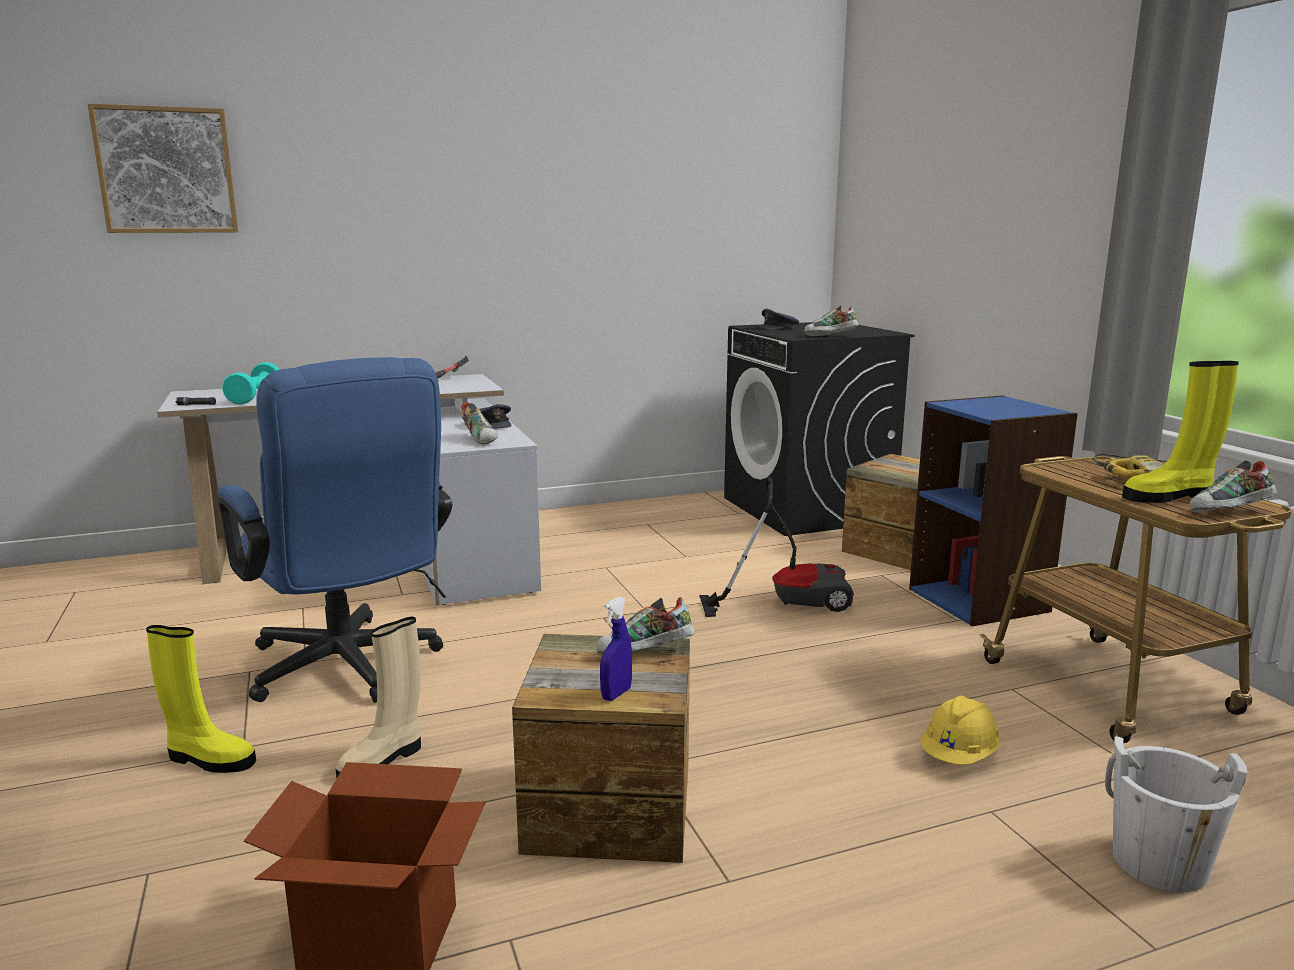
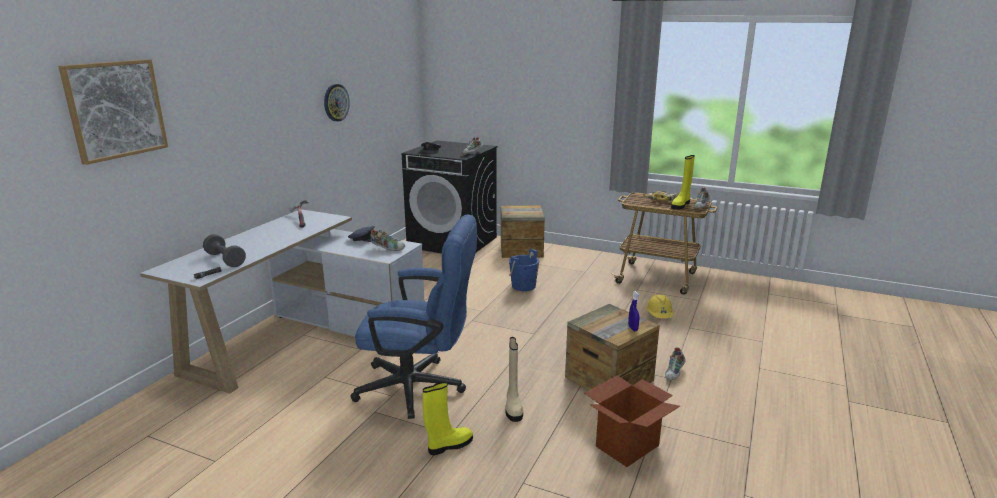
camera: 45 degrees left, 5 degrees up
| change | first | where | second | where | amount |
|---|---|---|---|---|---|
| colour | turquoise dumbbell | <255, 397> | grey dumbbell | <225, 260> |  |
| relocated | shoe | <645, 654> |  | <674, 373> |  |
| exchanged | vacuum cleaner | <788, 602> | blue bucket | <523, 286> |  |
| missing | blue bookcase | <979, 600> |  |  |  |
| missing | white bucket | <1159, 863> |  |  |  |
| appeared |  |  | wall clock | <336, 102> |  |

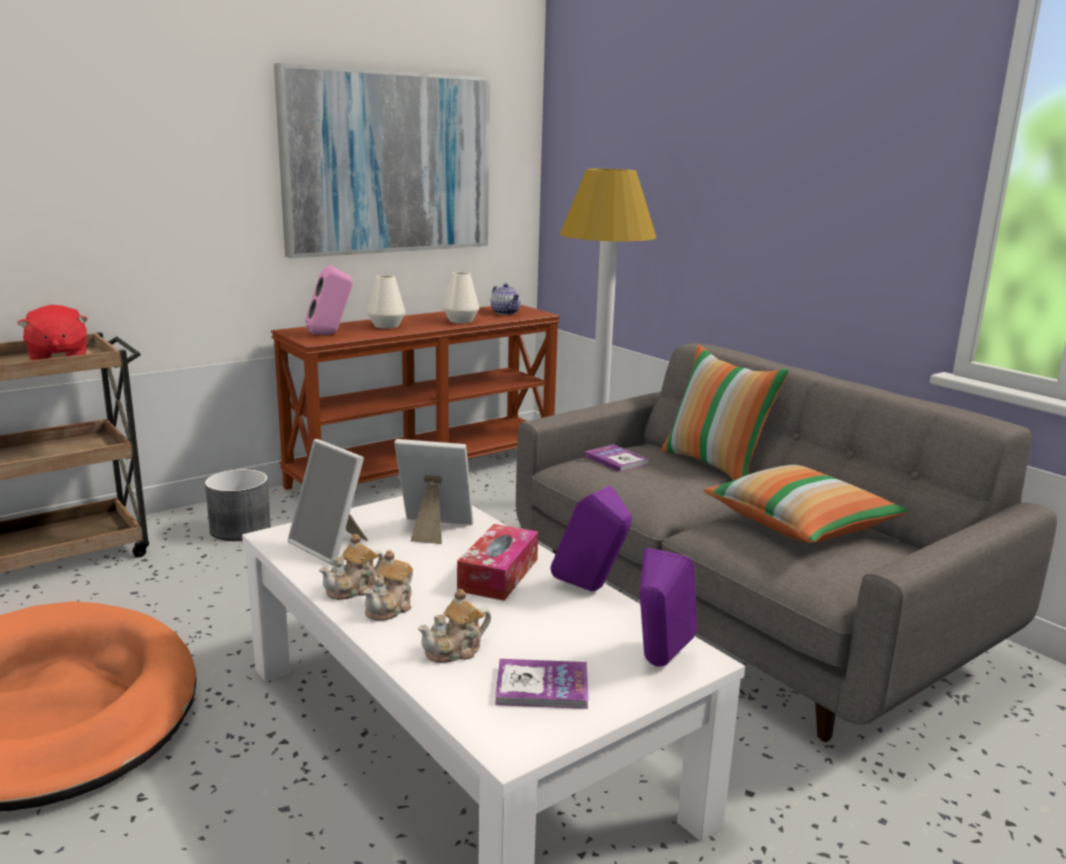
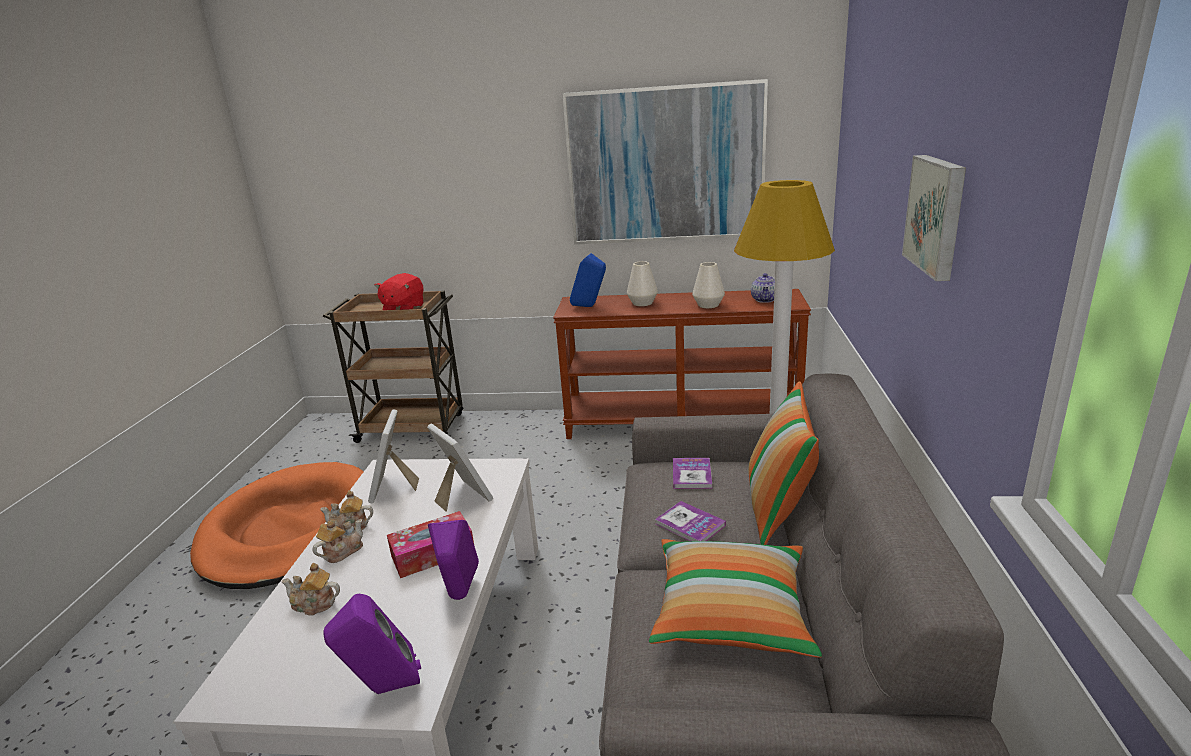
camera: 45 degrees right, 5 degrees up
| change | first | where | second | where | amount |
|---|---|---|---|---|---|
| missing | grey planter | <240, 529> |  |  |  |
| colour | pink speaker | <330, 334> | blue speaker | <590, 306> |  |
| spun | teapot | <390, 608> |  | <342, 551> | 150 degrees clockwise |
| relocated | book | <542, 686> |  | <690, 524> |  |
| appeared |  |  | picture | <937, 215> |  |

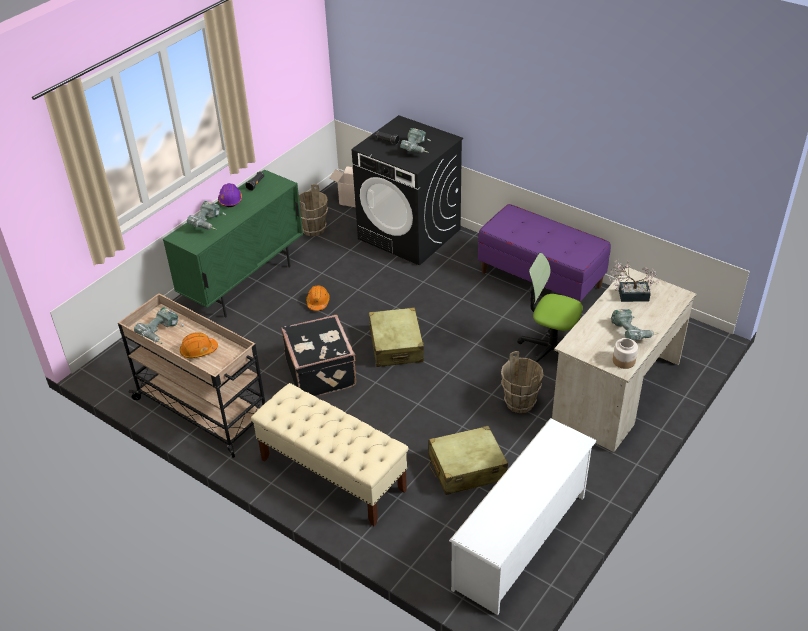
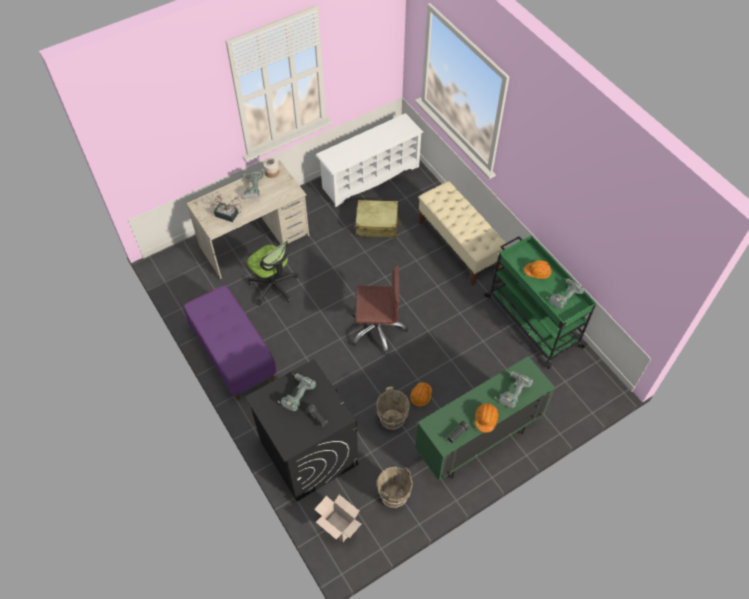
camera: 160 degrees left, 15 degrees up
| change | first | where | second | where | amount |
|---|---|---|---|---|---|
| colour | beige cart | <204, 410> | green cart | <532, 320> |  |
| colour | purple hard hat | <230, 200> | orange hard hat | <486, 419> |  |
| missing | black suitcase | <322, 372> |  |  |  |
| exchanged | beige suitcase | <396, 345> | brown office chair | <377, 329> |  |
| relocated | brown bucket | <519, 403> |  | <392, 420> |  |

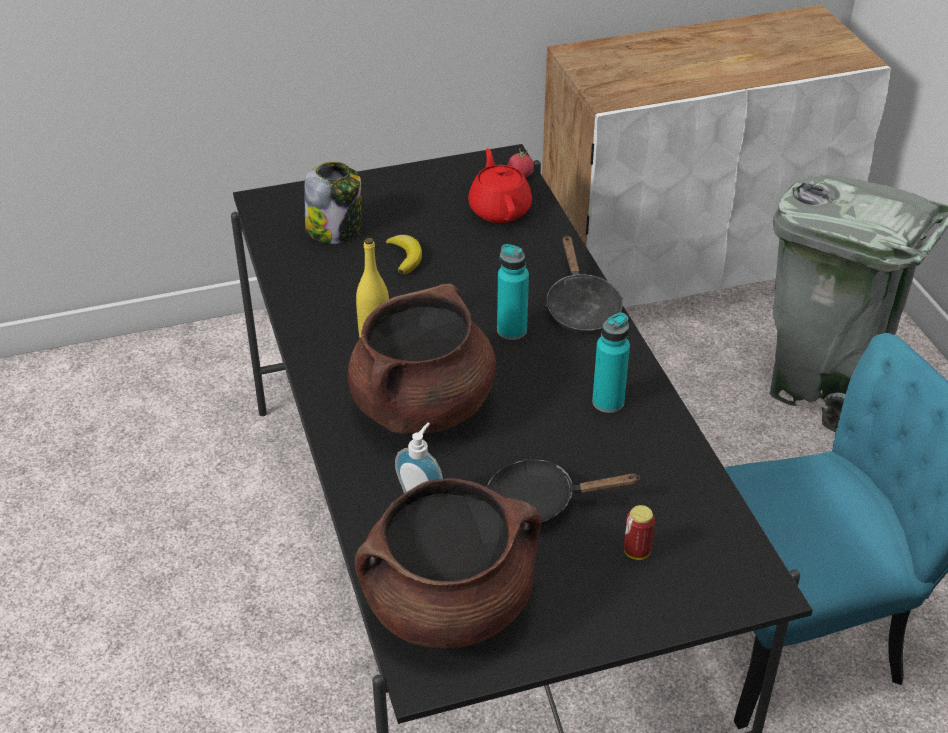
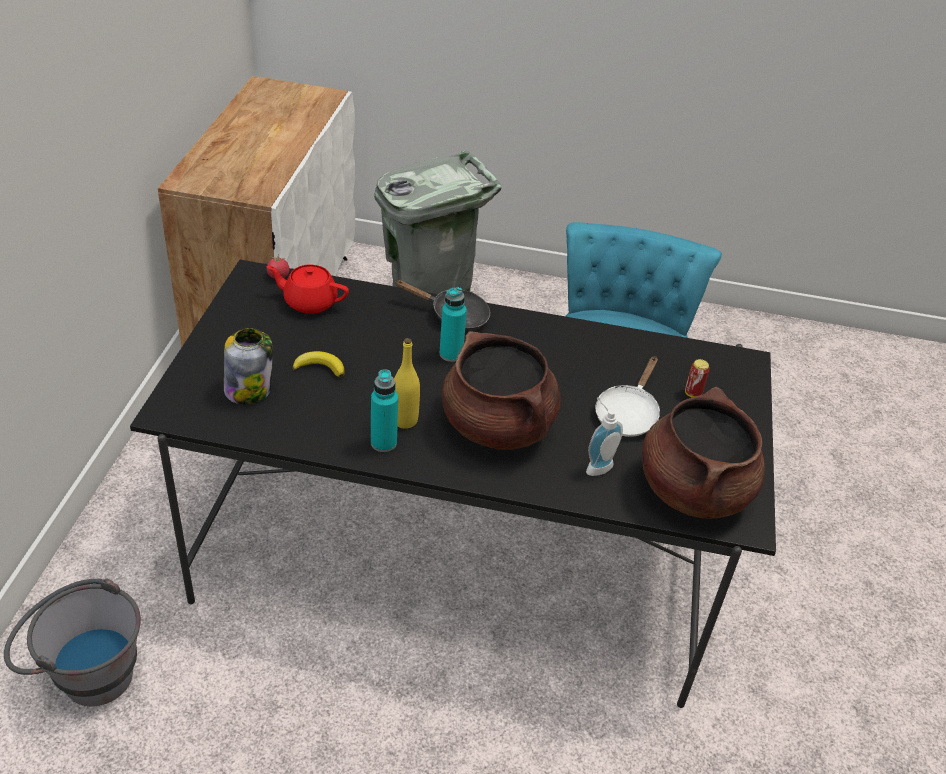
camera: 65 degrees left, 0 degrees up
| change | first | where | second | where | amount |
|---|---|---|---|---|---|
| colour | black frying pan | <539, 503> | white frying pan | <628, 414> |  |
| relocated | turquoise bottle | <608, 402> |  | <383, 443> |  |
| appeared |  |  | grey bucket | <85, 672> |  |

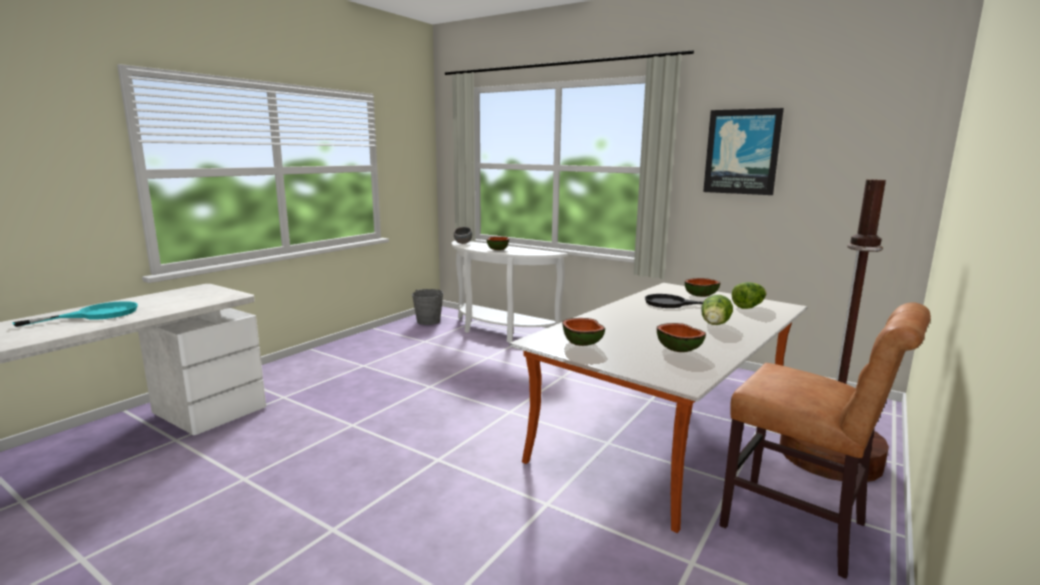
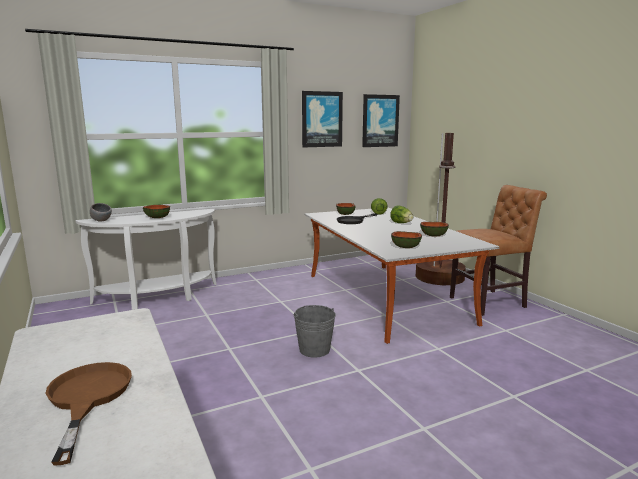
camera: 60 degrees left, 0 degrees up
| change | first | where | second | where | amount |
|---|---|---|---|---|---|
| colour | turquoise frying pan | <97, 314> | brown frying pan | <87, 398> |  |
| relocated | grey bucket | <428, 321> |  | <314, 350> |  |
| appeared |  |  | picture | <380, 121> |  |

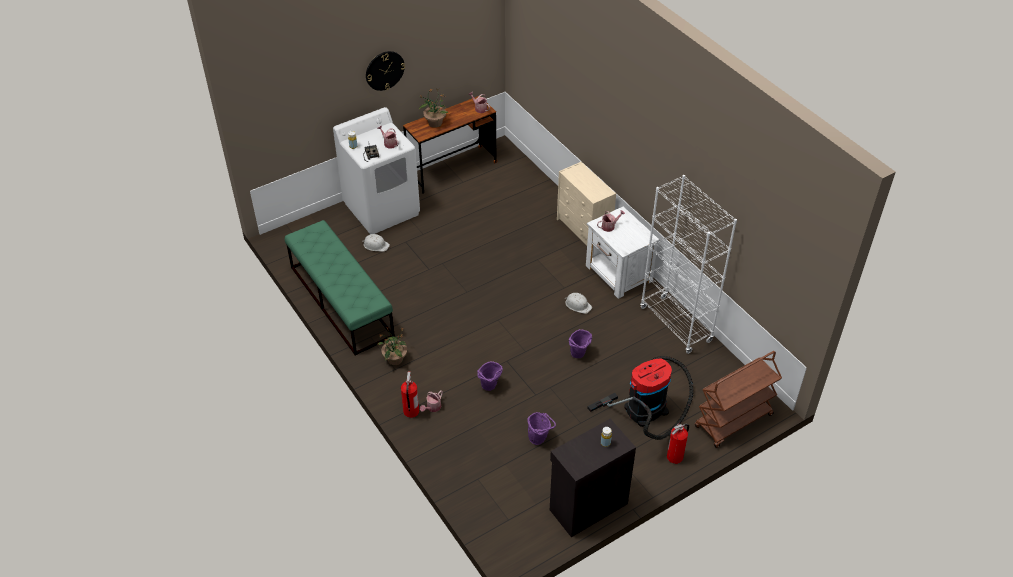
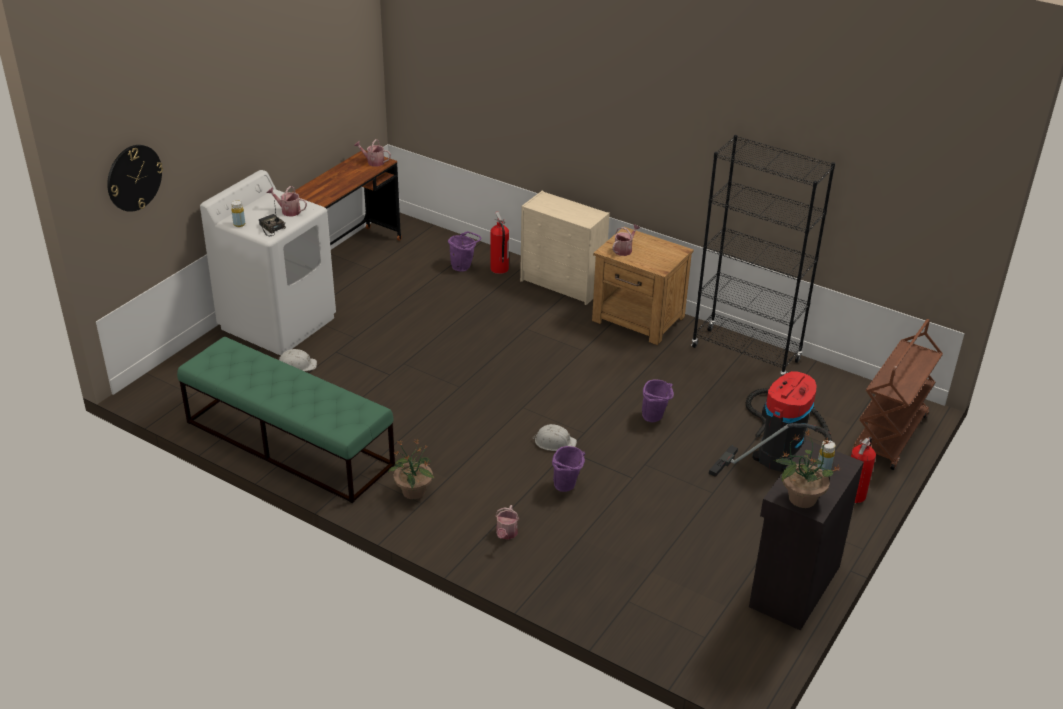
camera: 25 degrees left, 10 degrees down
| change | first | where | second | where | amount |
|---|---|---|---|---|---|
| relocated | wall clock | <384, 70> |  | <134, 177> |  |
| relocated | fire extinguisher | <411, 412> |  | <499, 269> |  |
| relocated | potted plant | <435, 123> |  | <801, 498> |  |
| relocated | purple bucket | <539, 439> |  | <464, 267> |  |
| relocated | white hard hat | <578, 305> |  | <554, 442> |  |
| colour | white nightstand | <618, 274> | brown nightstand | <639, 320> |  |
| colour | white bookcase | <676, 325> | black bookcase | <746, 354> |  |

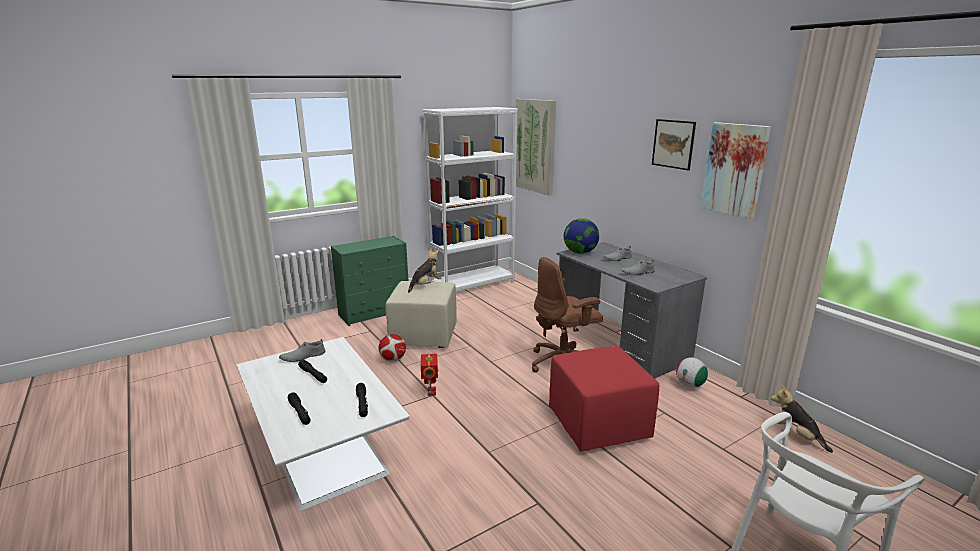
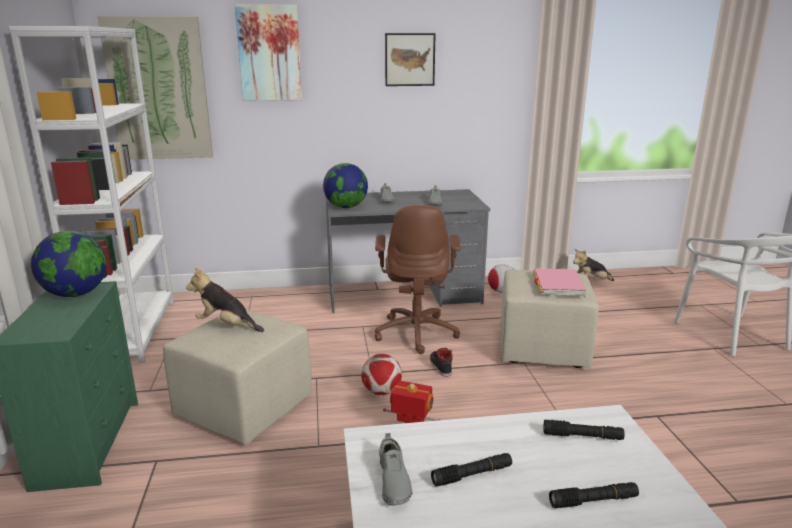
camera: 65 degrees left, 0 degrees up
| change | first | where | second | where | amount |
|---|---|---|---|---|---|
| relocated | football | <393, 359> |  | <381, 391> |  |
| spun | plush toy | <425, 285> |  | <226, 326> | 45 degrees counterclockwise |
| colour | red ottoman | <599, 425> | beige ottoman | <543, 349> |  |
| relocated | picture | <735, 169> |  | <269, 53> |  |
| appeared |  |  | globe | <76, 294> |  |
| appeared |  |  | black shoe | <440, 366> |  |
| appeared |  |  | pink book | <558, 285> |  |

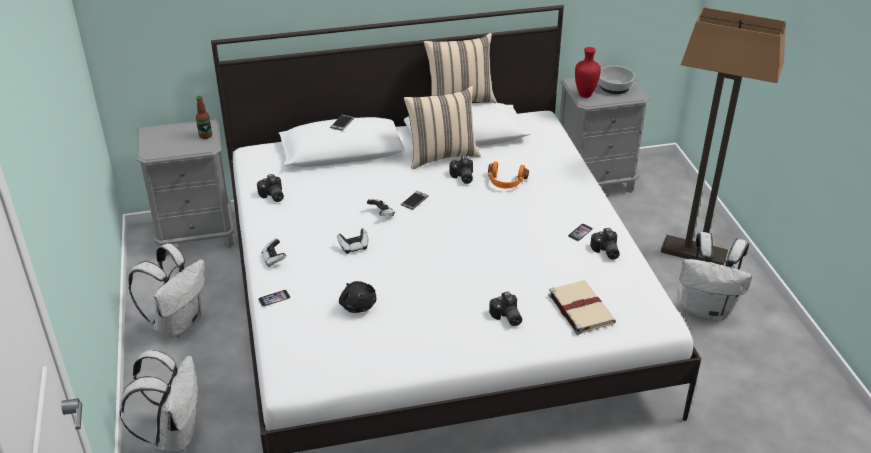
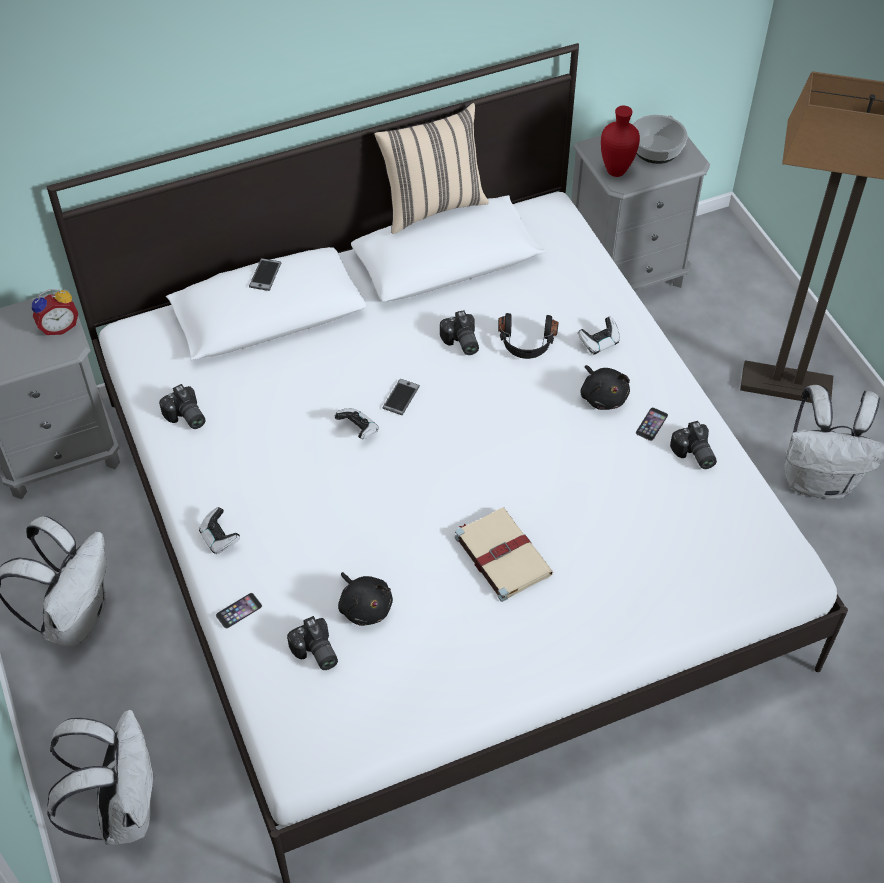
camera: 10 degrees left, 15 degrees up
| change | first | where | second | where | amount |
|---|---|---|---|---|---|
| exchanged | bottle | <205, 136> | alarm clock | <59, 326> |  |
| relocated | game controller | <354, 247> |  | <599, 343> |  |
| missing | beige pillow | <441, 155> |  |  |  |
| colour | orange headphones | <506, 182> | black headphones | <526, 344> |  |
| relocated | photo camera | <506, 317> |  | <315, 653> |  |
| relocated | beige book | <580, 308> |  | <501, 554> |  |
| appeared |  |  | black plush toy | <603, 396> |  |

